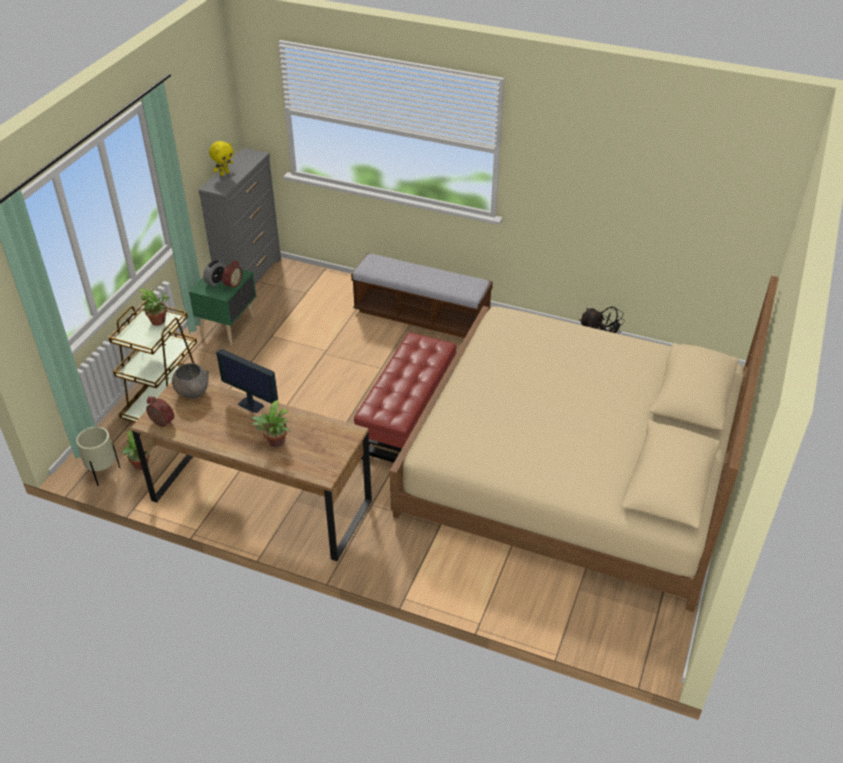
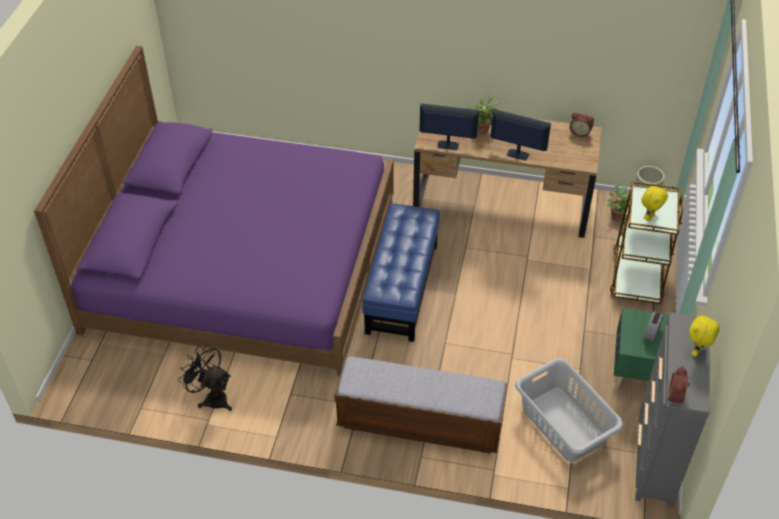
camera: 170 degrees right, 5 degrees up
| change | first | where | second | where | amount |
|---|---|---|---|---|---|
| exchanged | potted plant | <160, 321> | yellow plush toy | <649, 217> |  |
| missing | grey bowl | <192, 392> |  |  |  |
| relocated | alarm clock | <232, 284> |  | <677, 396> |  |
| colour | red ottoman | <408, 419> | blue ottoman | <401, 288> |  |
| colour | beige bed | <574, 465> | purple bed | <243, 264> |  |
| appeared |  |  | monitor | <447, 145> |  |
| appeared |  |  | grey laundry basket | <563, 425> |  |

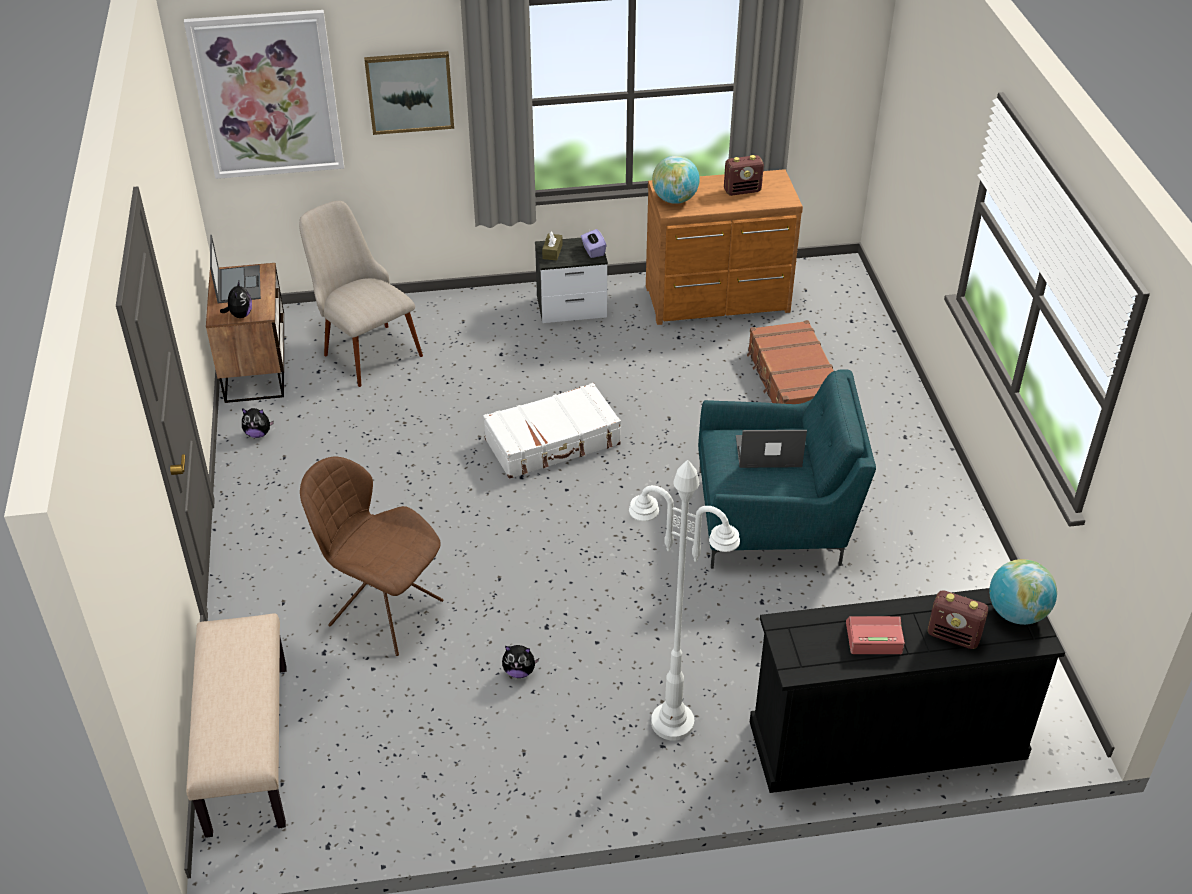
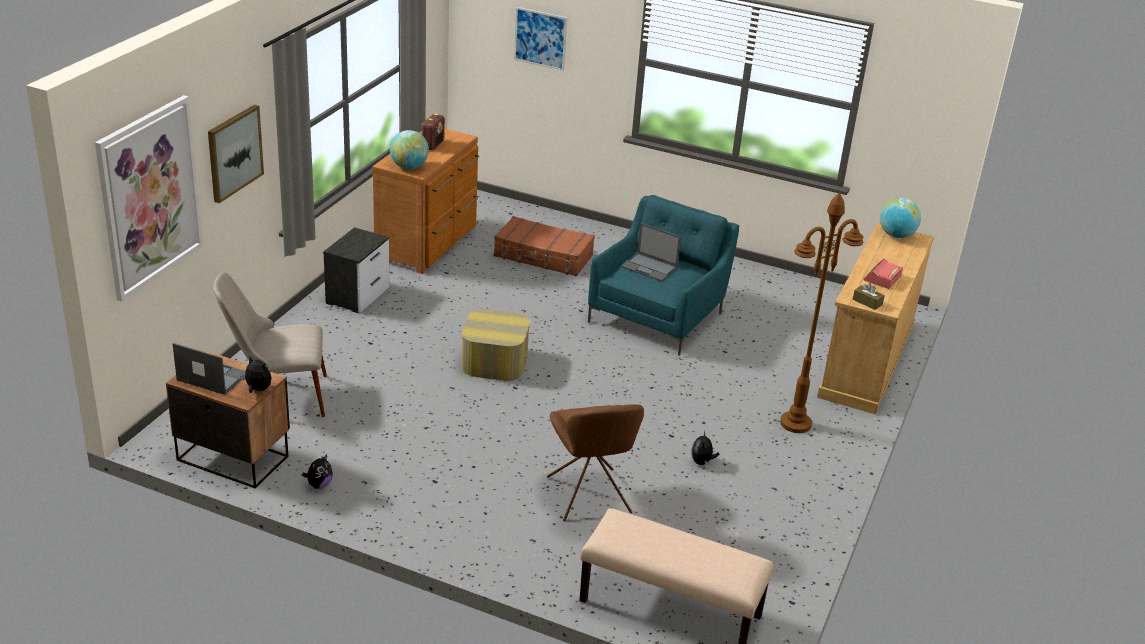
camera: 60 degrees left, 10 degrees down
| change | first | where | second | where | amount |
|---|---|---|---|---|---|
| spun | brown chair | <382, 611> |  | <589, 497> | 75 degrees counterclockwise |
| exchanged | white suitcase | <553, 442> | ottoman | <494, 361> |  |
| spun | plush toy | <519, 671> |  | <702, 462> | 150 degrees clockwise |
| relocated | brown tissue box | <552, 252> |  | <867, 302> |  |
| missing | purple tissue box | <593, 251> |  |  |  |
| colour | white floor lamp | <671, 722> | brown floor lamp | <795, 424> |  |
| spun | laptop | <767, 452> |  | <650, 267> | 90 degrees counterclockwise |
| colour | black dresser | <885, 740> | beige dresser | <866, 361> |  |
| missing | radio | <954, 636> |  |  |  |
| appeared |  |  | picture | <540, 38> |  |

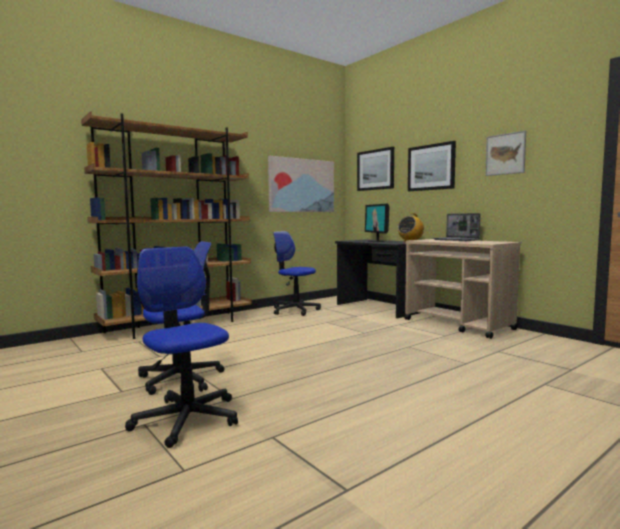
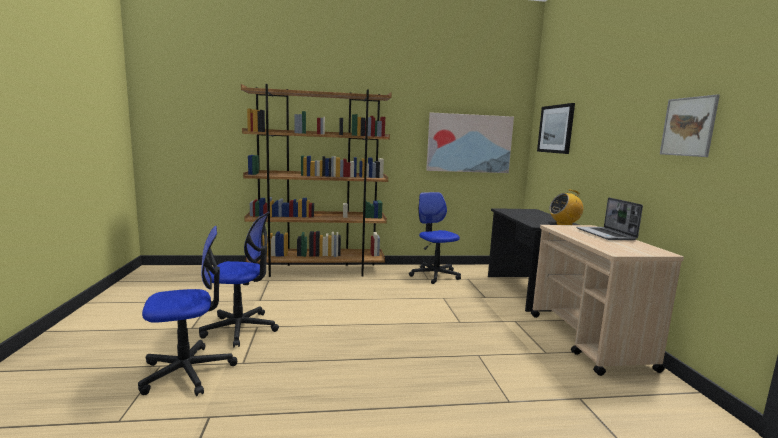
camera: 30 degrees right, 5 degrees up
| change | first | where | second | where | amount |
|---|---|---|---|---|---|
| spun | office chair | <187, 419> |  | <187, 372> | 75 degrees clockwise |
| missing | monitor | <376, 241> |  |  |  |
| missing | picture | <431, 167> |  |  |  |

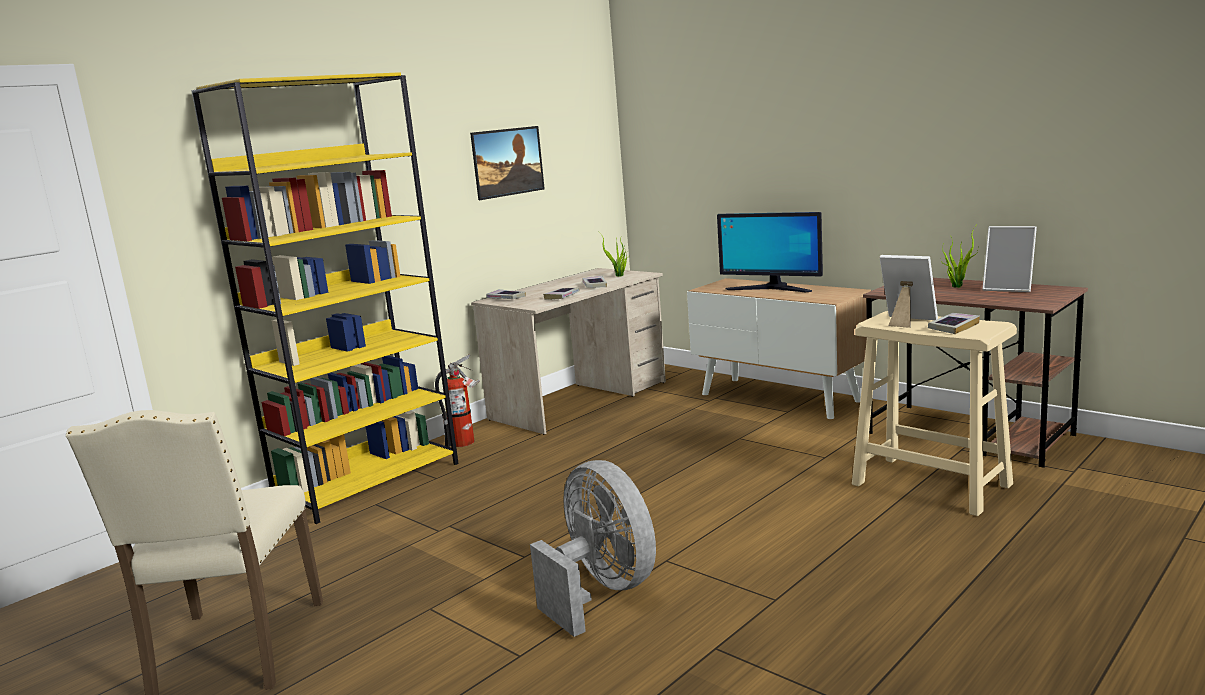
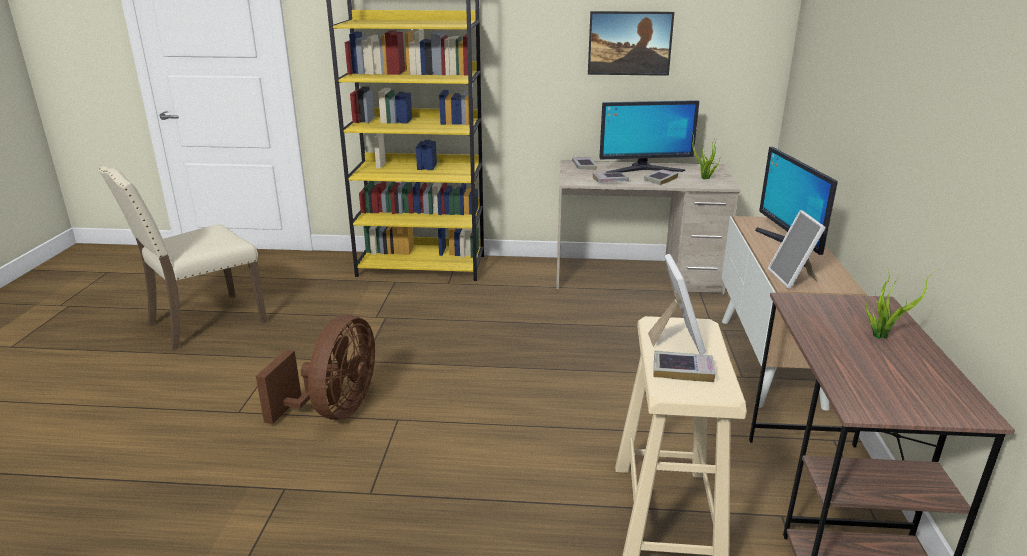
camera: 50 degrees right, 10 degrees up
| change | first | where | second | where | amount |
|---|---|---|---|---|---|
| missing | fire extinguisher | <466, 442> |  |  |  |
| colour | grey fan | <601, 592> | brown fan | <334, 410> |  |
| relocated | picture frame | <1009, 288> |  | <793, 278> |  |
| appeared |  |  | monitor | <643, 170> |  |

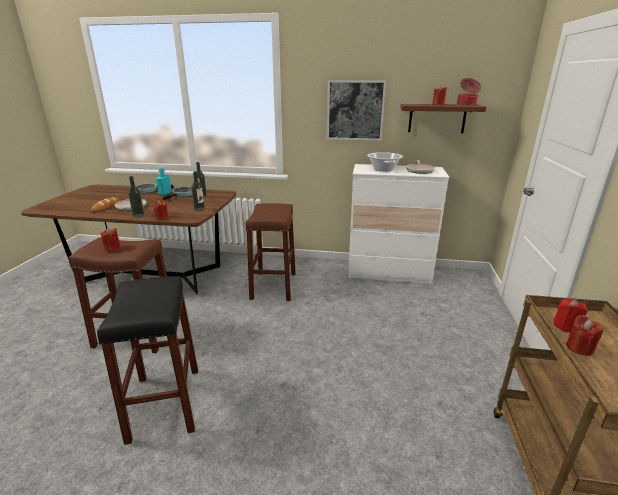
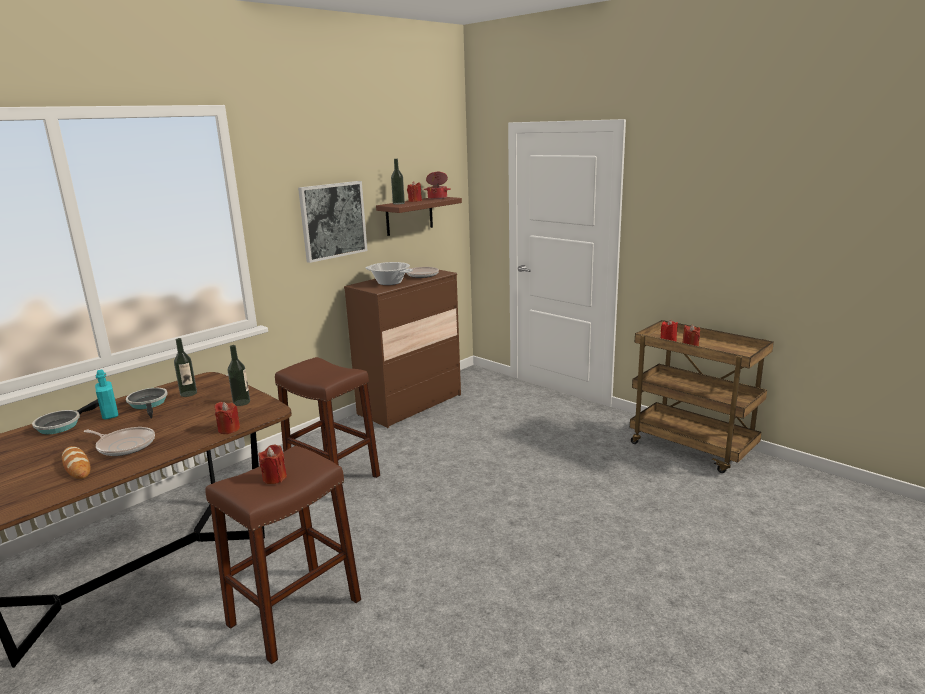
camera: 55 degrees left, 5 degrees down
| change | first | where | second | where | amount |
|---|---|---|---|---|---|
| missing | black stool | <165, 403> |  |  |  |
| relocated | bottle | <138, 215> |  | <398, 203> |  |
| colour | white dresser | <388, 272> | brown dresser | <410, 405> |  |

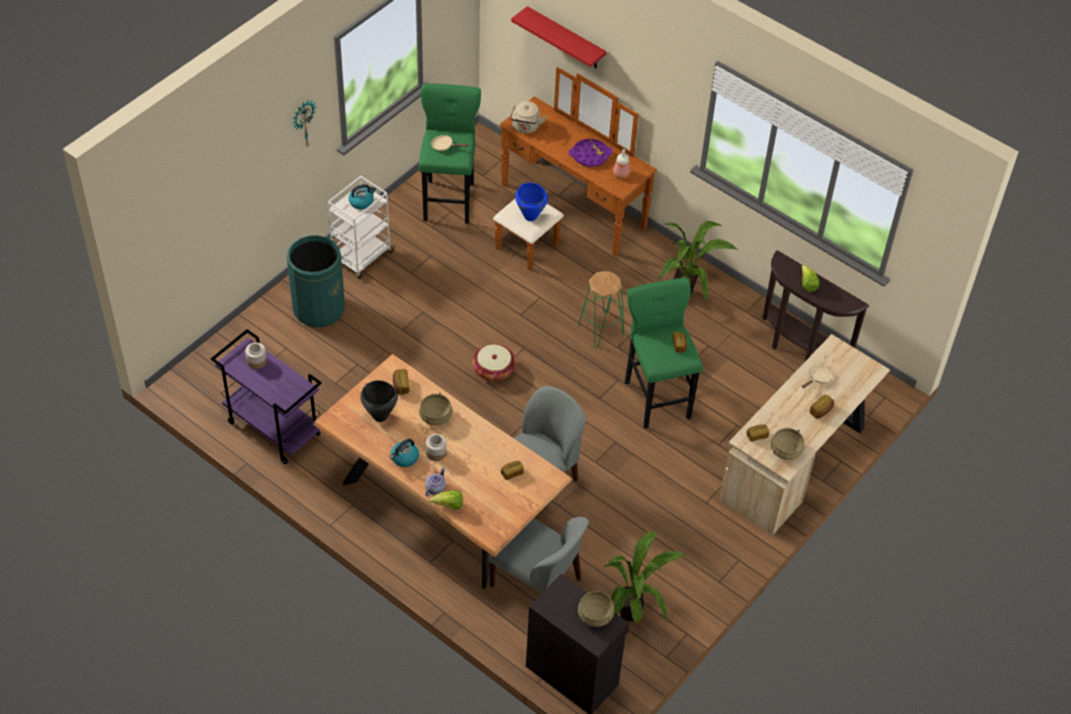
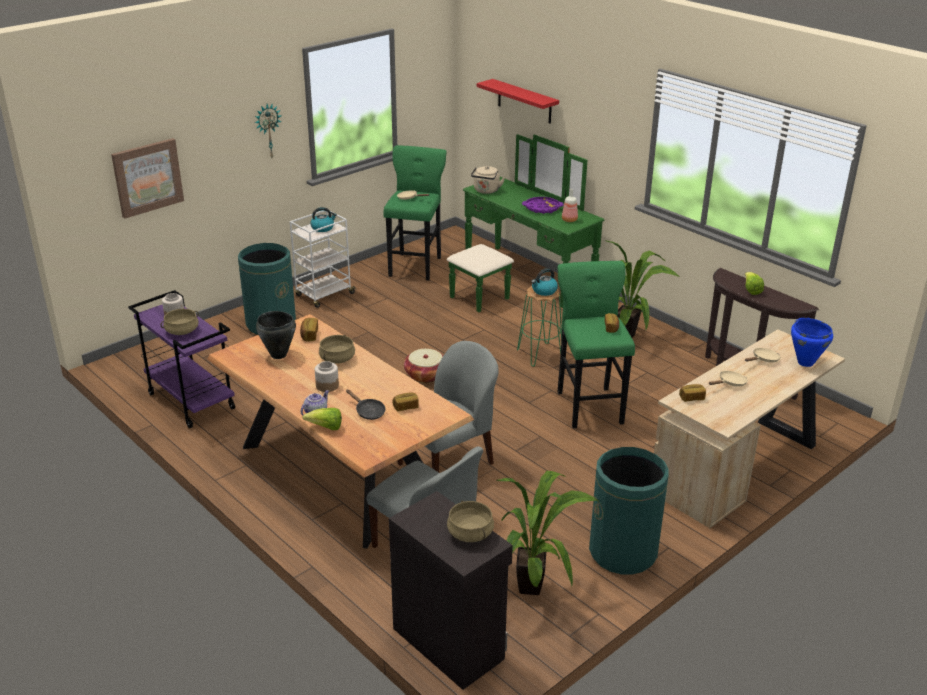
camera: 10 degrees right, 20 degrees down
| change | first | where | second | where | amount |
|---|---|---|---|---|---|
| relocated | kettle | <404, 458> |  | <544, 291> |  |
| colour | brown dresser | <563, 216> | green dresser | <518, 281> |  |
| relocated | blue cooking pot | <530, 216> |  | <805, 362> |  |
| relocated | beige cooking pot | <786, 450> |  | <182, 331> |  |
| missing | bread | <821, 411> |  |  |  |
| appeared |  |  | picture | <147, 177> |  |
| appeared |  |  | black frying pan | <368, 412> |  |
| appeared |  |  | green trash can | <623, 552> |  |
| appeared |  |  | beige frying pan | <730, 383> |  |

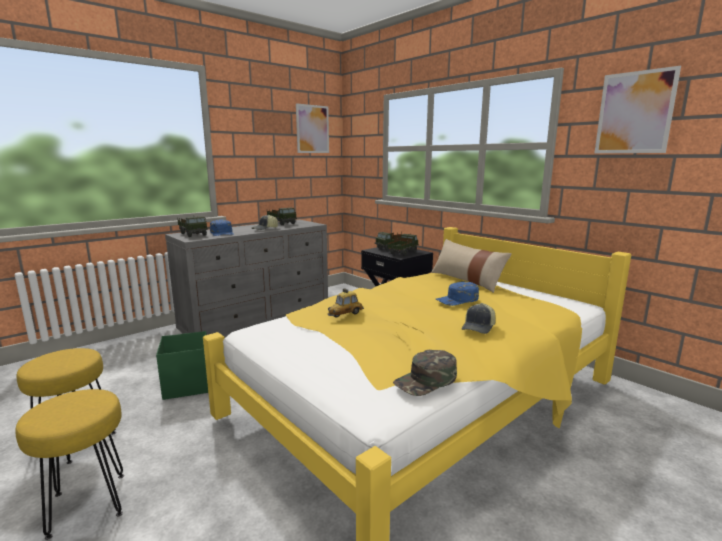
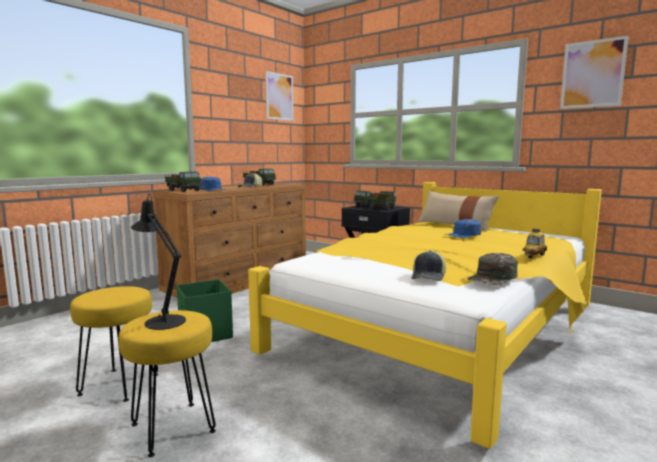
camera: 10 degrees left, 5 degrees down
| change | first | where | second | where | amount |
|---|---|---|---|---|---|
| colour | grey dresser | <258, 320> | brown dresser | <240, 282> |  |
| relocated | toy car | <345, 314> |  | <533, 256> |  |
| relocated | cap | <479, 327> |  | <429, 277> |  |
| appeared |  |  | black table lamp | <162, 320> |  |

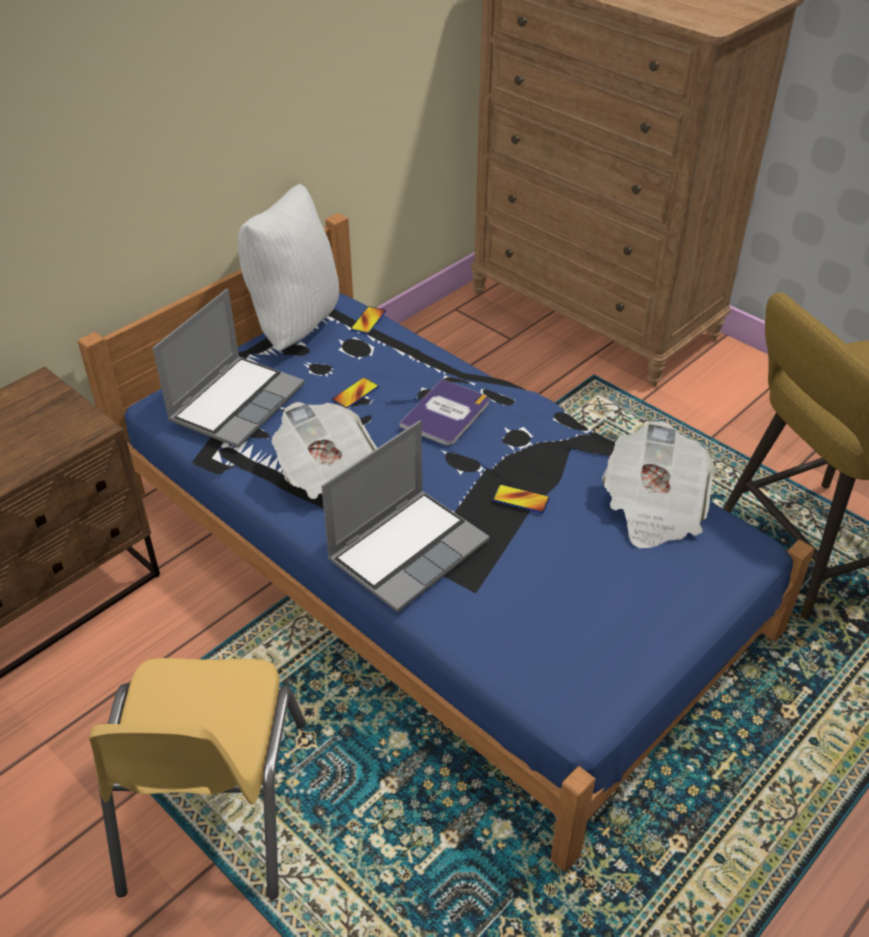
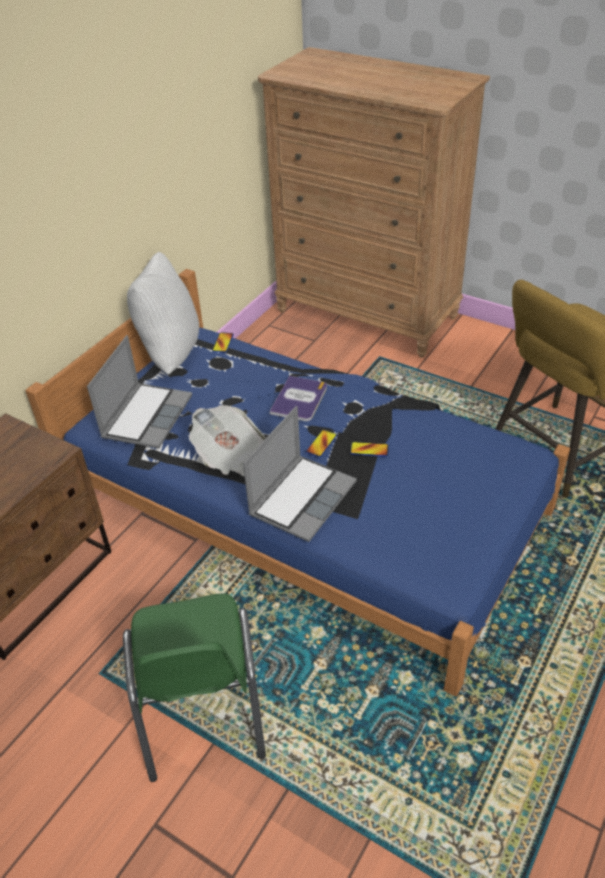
camera: 10 degrees left, 0 degrees up
| change | first | where | second | where | amount |
|---|---|---|---|---|---|
| colour | yellow chair | <213, 805> | green chair | <200, 704> |  |
| relocated | phone | <355, 394> |  | <321, 444> |  |
| missing | newspaper | <653, 508> |  |  |  |

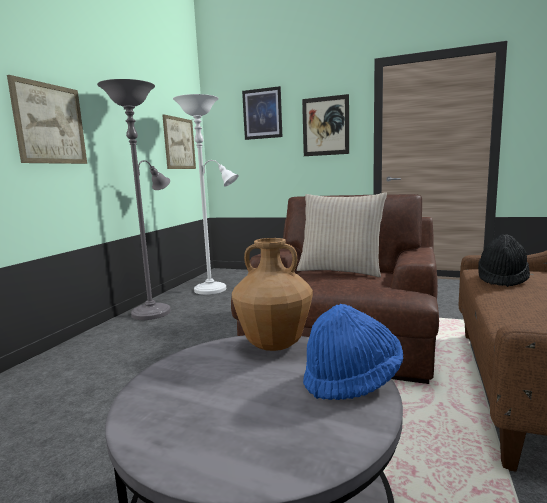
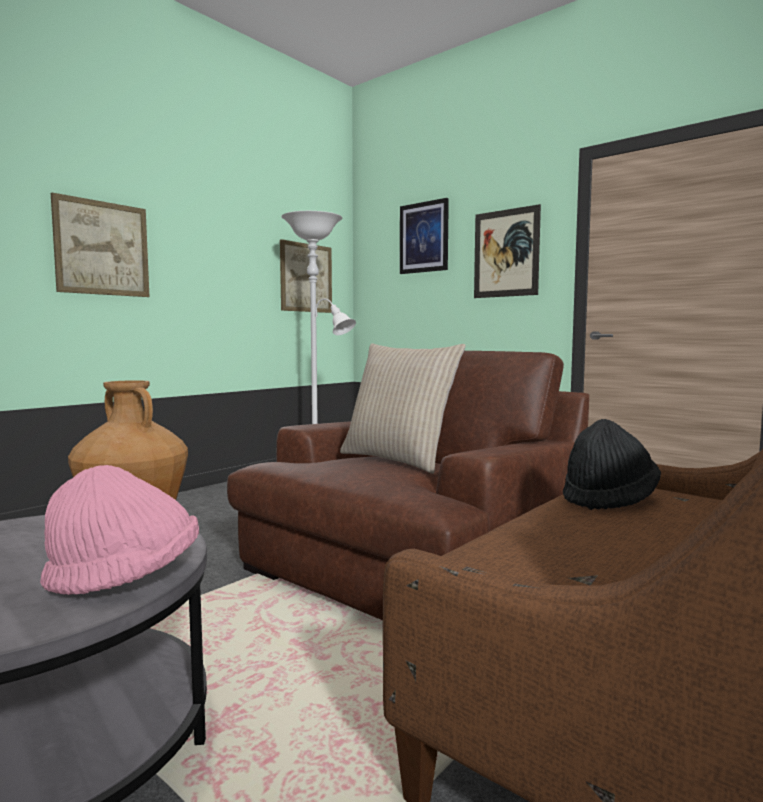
camera: 20 degrees right, 5 degrees down
| change | first | where | second | where | amount |
|---|---|---|---|---|---|
| missing | grey floor lamp | <154, 311> |  |  |  |
| colour | blue hat | <352, 380> | pink hat | <125, 579> |  |

